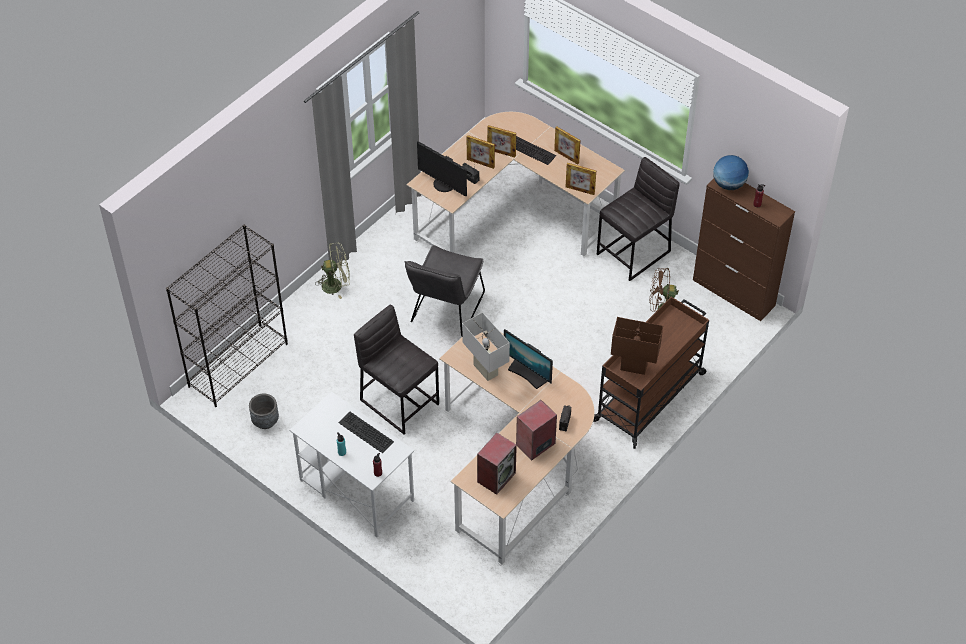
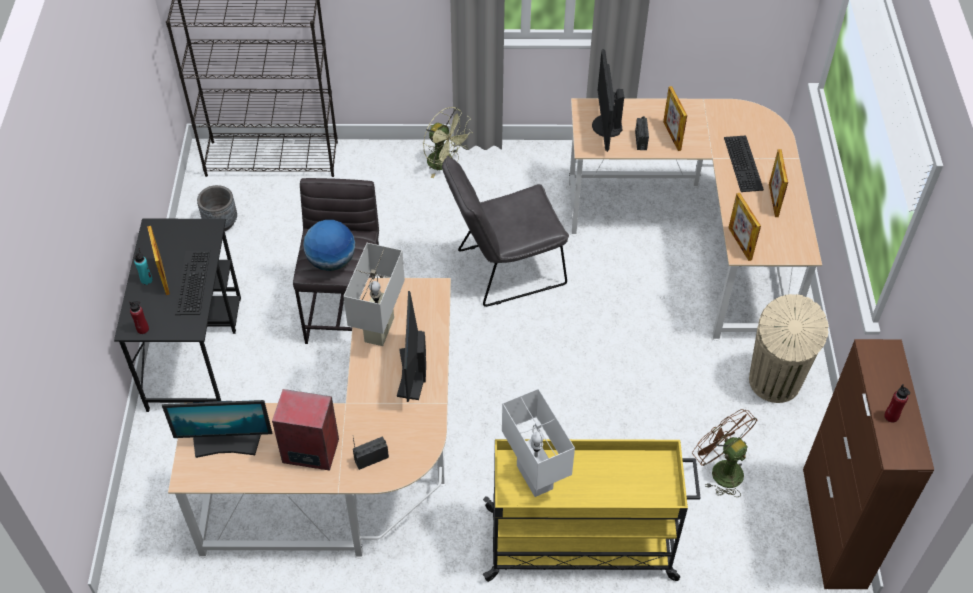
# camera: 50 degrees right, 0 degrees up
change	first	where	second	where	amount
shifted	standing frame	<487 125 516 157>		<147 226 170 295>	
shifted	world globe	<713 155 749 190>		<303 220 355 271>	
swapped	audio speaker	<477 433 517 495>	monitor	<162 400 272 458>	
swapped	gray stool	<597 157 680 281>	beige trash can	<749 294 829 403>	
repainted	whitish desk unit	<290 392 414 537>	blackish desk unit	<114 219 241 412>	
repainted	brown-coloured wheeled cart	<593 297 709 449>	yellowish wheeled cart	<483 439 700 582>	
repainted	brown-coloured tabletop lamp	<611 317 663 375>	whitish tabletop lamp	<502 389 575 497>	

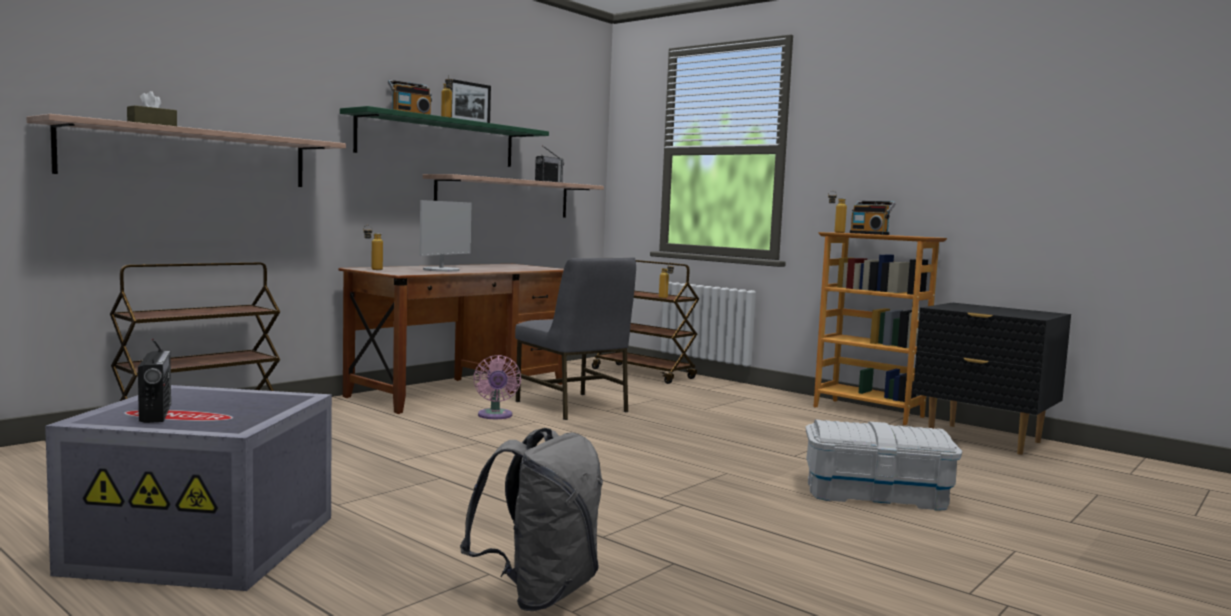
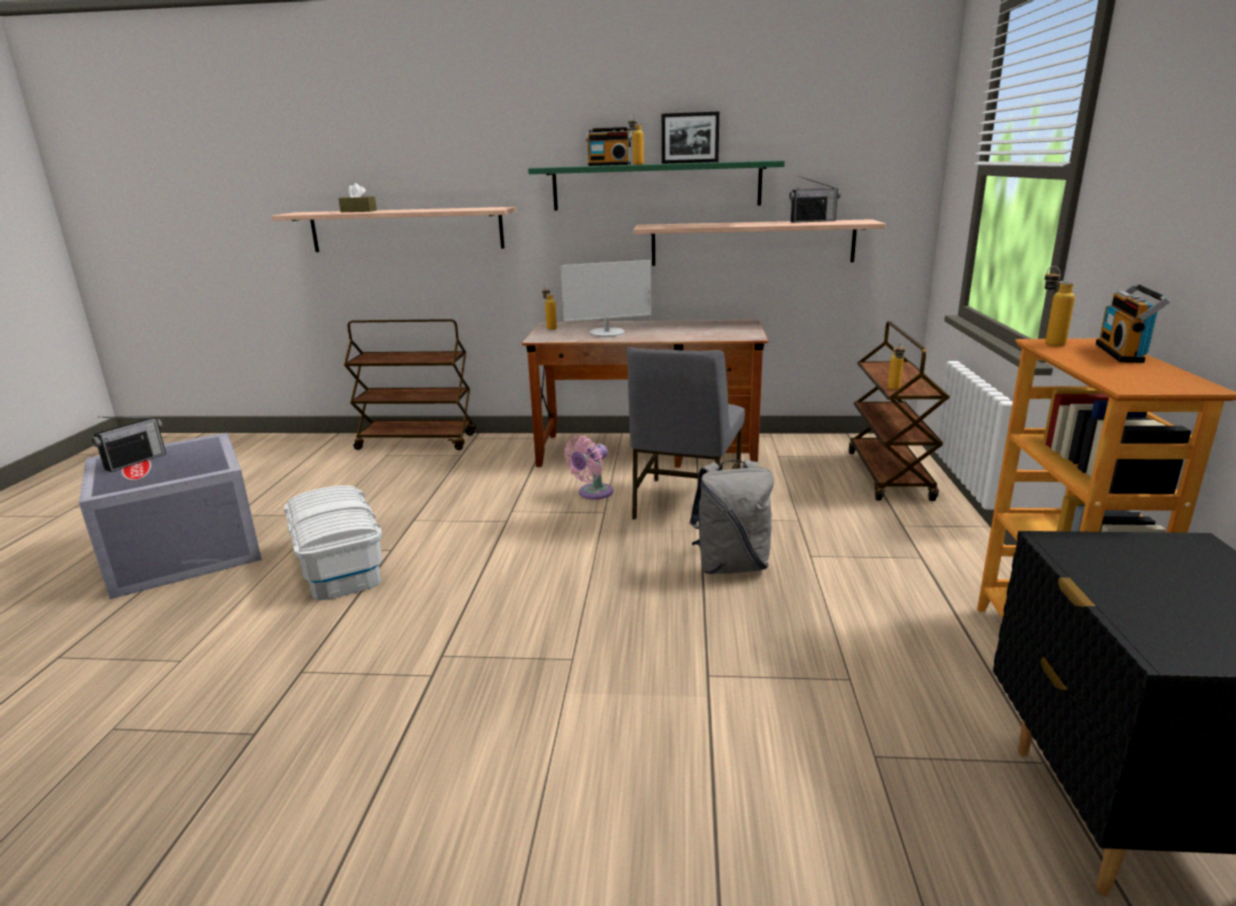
# camera: 55 degrees right, 15 degrees up
change	first	where	second	where	amount
shifted	gray backpack	<460 428 603 611>		<689 459 774 574>	
shifted	whitish storage bin	<806 419 963 511>		<284 485 382 600>	

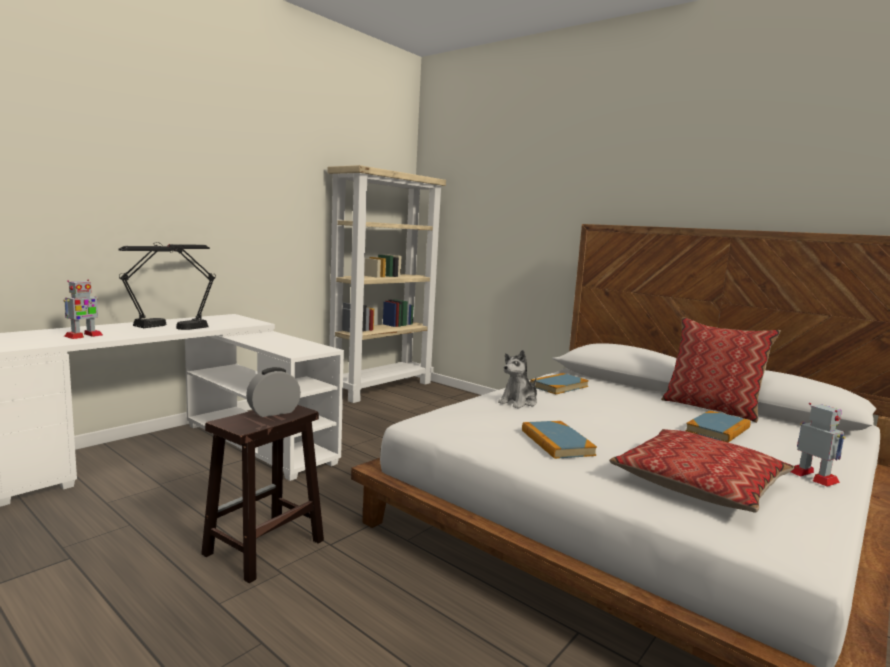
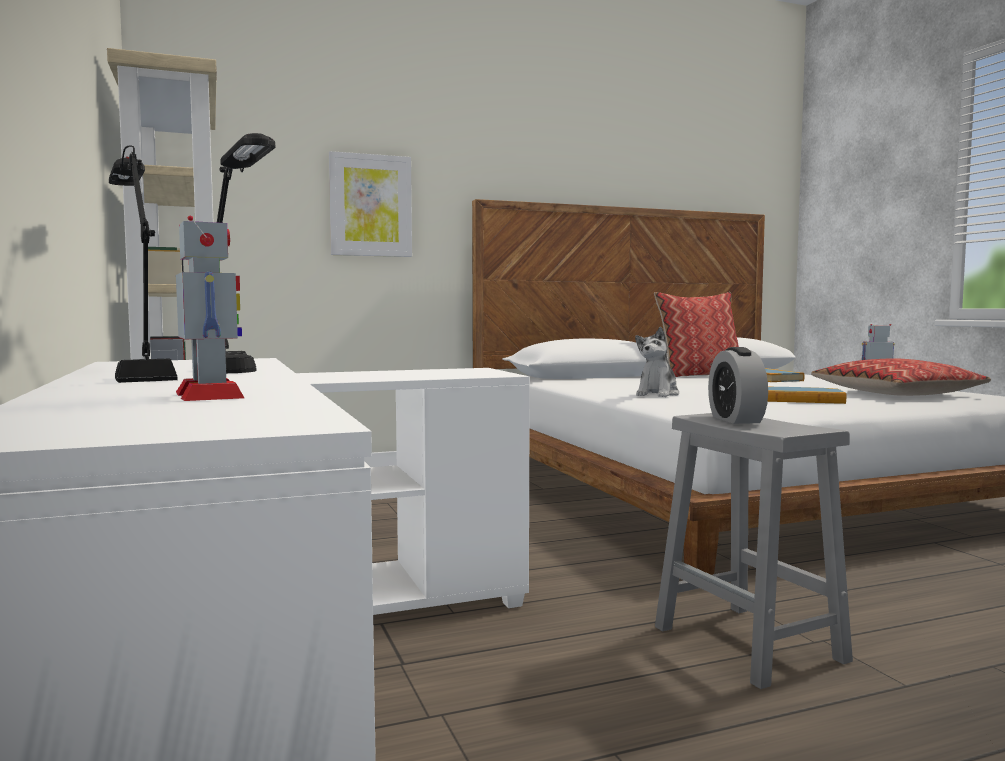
# camera: 60 degrees left, 5 degrees down
change	first	where	second	where	amount
gone	book	<530 373 589 394>			
new			wall picture	<329 151 412 257>	
repainted	brown-coloured stool	<201 405 324 583>	gray stool	<655 413 853 689>	
rotated	soft toy	<498 350 537 409>		<635 327 679 397>	45 degrees clockwise

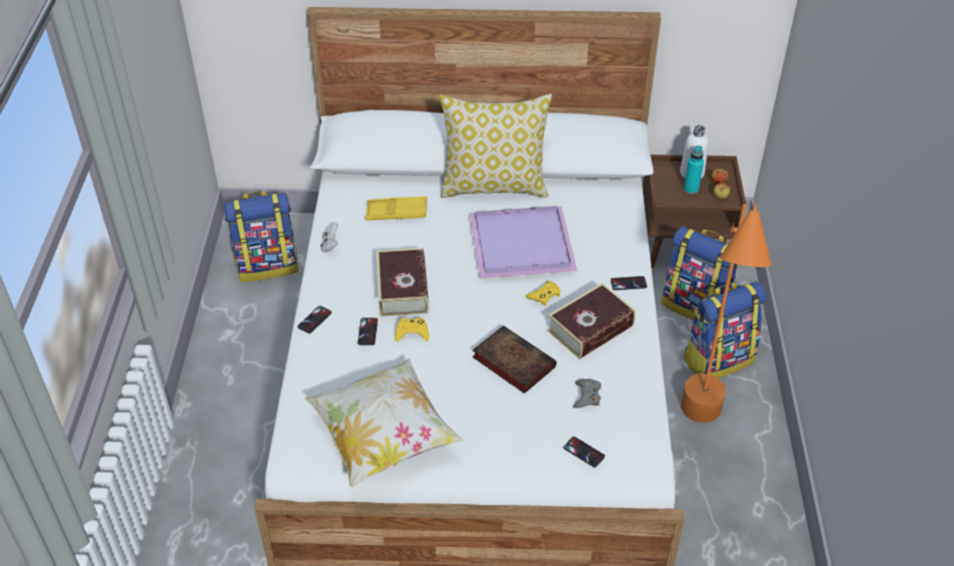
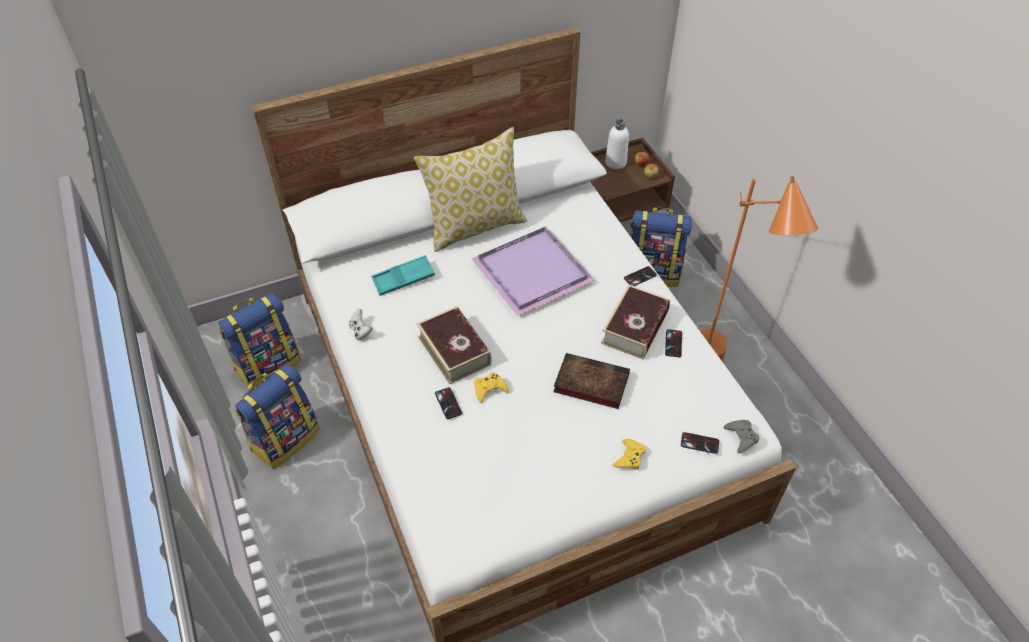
# camera: 25 degrees left, 5 degrees up
change	first	where	second	where	amount
gone	cushion	<304 358 463 487>			
gone	turquoise-coloured beverage bottle	<684 146 704 194>			
shifted	phone	<297 306 332 334>		<665 329 682 357>	
shifted	yellowish gamepad	<526 281 561 306>		<613 439 646 470>	
shifted	gray gamepad	<573 379 601 408>		<724 420 759 453>	
shifted	backpack	<684 281 766 378>		<235 364 319 469>	
repainted	yellowish tray	<366 196 427 220>	turquoise-coloured tray	<371 255 435 296>	

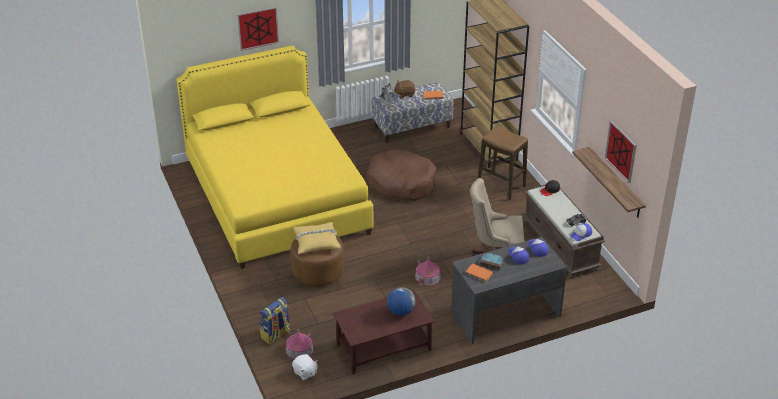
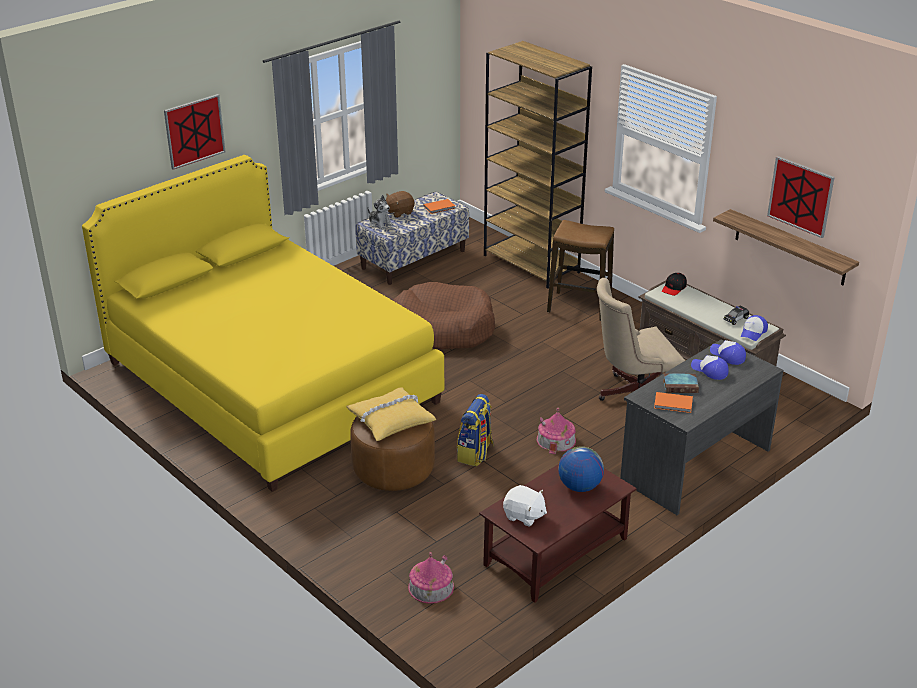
# camera: 20 degrees left, 5 degrees down
change	first	where	second	where	amount
shifted	backpack	<260 297 291 345>		<457 394 494 467>	
shifted	whitish soft toy	<292 354 318 380>		<503 485 547 527>	

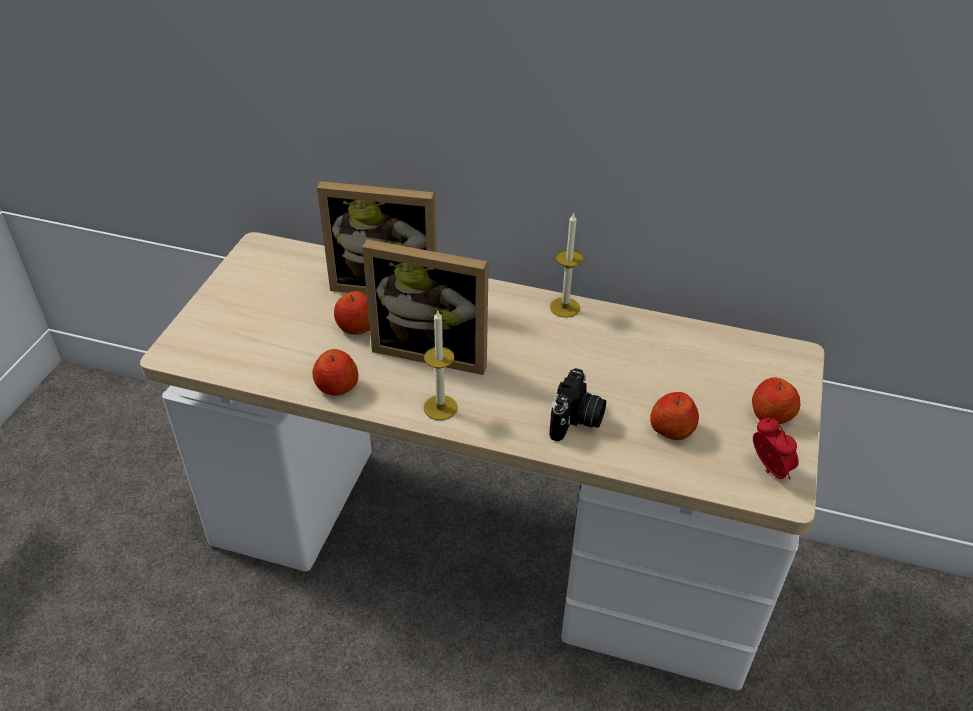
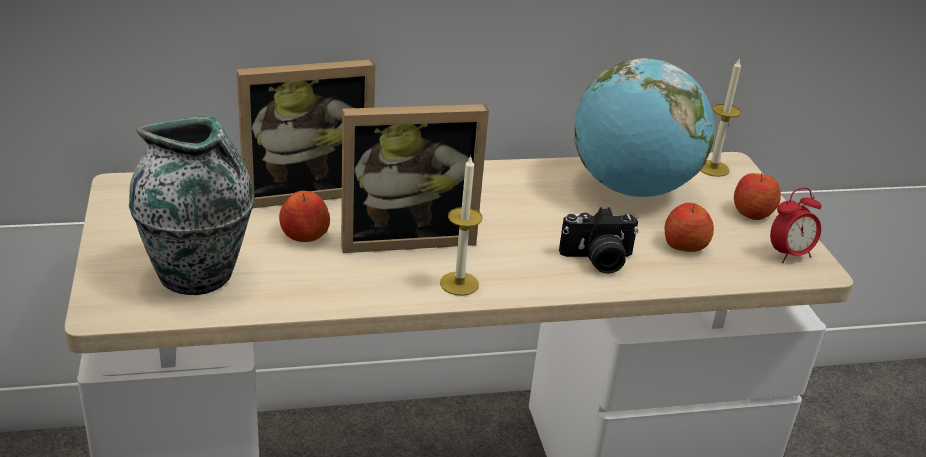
# camera: 30 degrees left, 10 degrees down
change	first	where	second	where	amount
gone	apple fruit	<312 349 358 396>			
new			decorative vase	<129 116 254 295>	
new			world globe	<574 58 714 197>	
shifted	wax light	<550 212 583 318>		<700 59 741 177>	
rotated	still camera	<549 368 606 442>		<559 207 639 274>	90 degrees clockwise
rotated	table clock	<753 418 799 479>		<770 188 821 263>	120 degrees clockwise

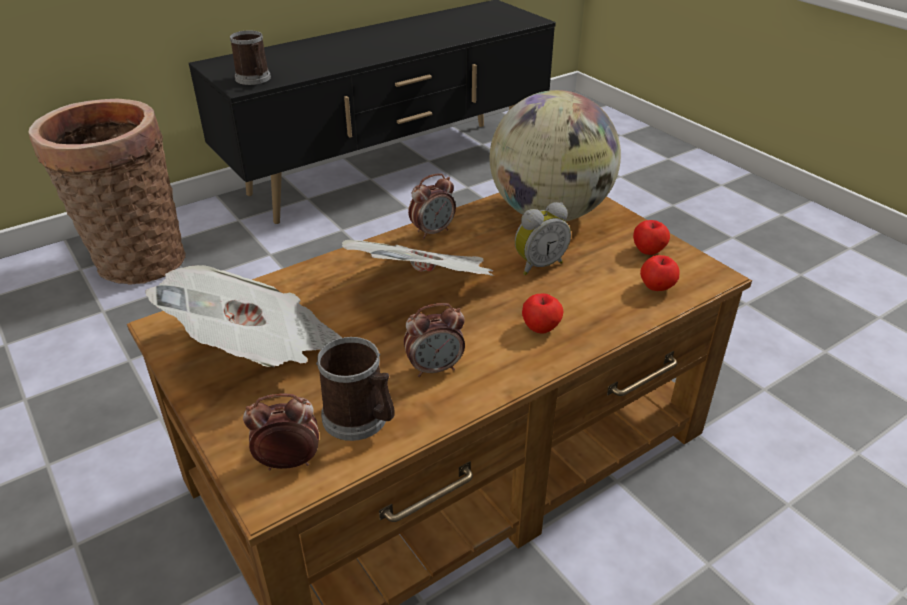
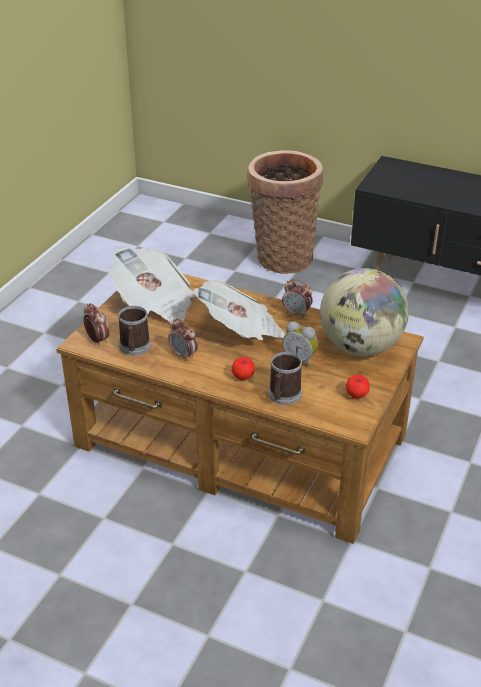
# camera: 60 degrees right, 0 degrees up
change	first	where	second	where	amount
gone	apple fruit	<640 255 680 291>			
shifted	mug	<230 30 271 85>		<268 352 302 405>	

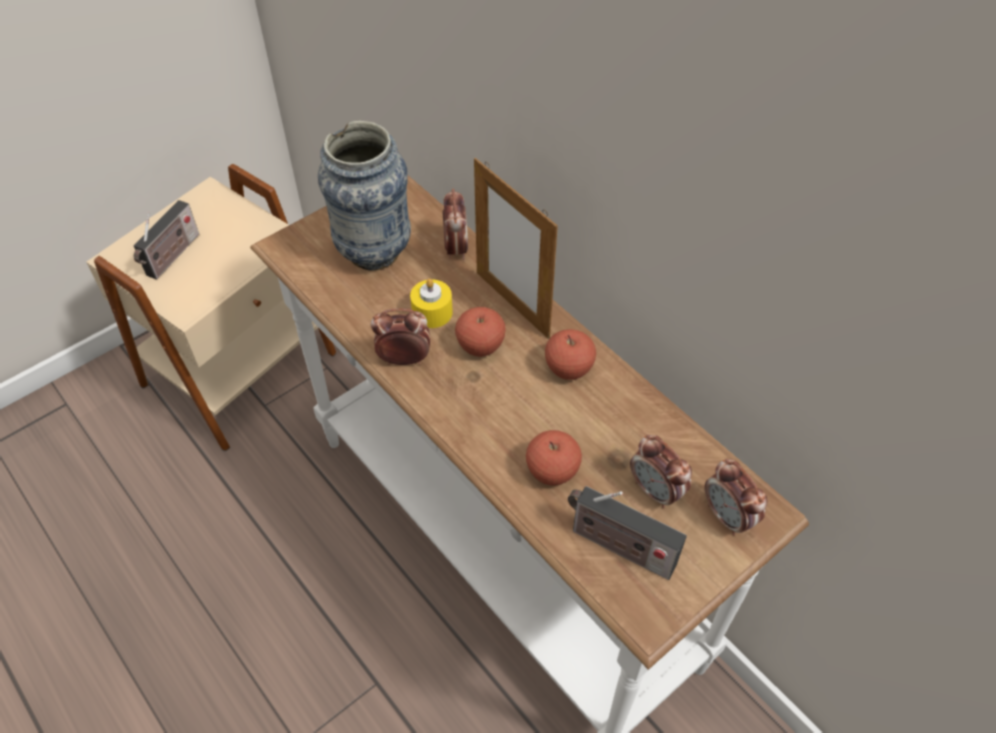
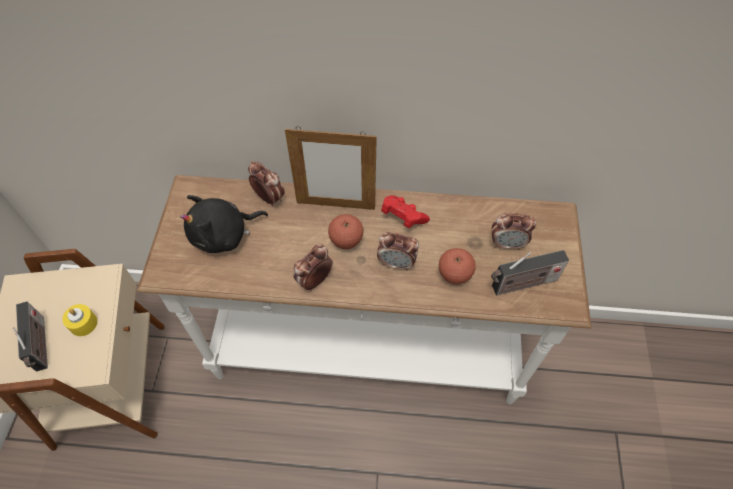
# camera: 45 degrees left, 5 degrees up
change	first	where	second	where	amount
shifted	yellowish wax light	<410 279 453 328>		<62 304 97 336>	
shifted	table clock	<705 458 768 536>		<377 232 419 271>	
swapped	decorative vase	<318 121 411 271>	blackish soft toy	<180 195 268 253>	
swapped	apple fruit	<545 329 596 380>	red gamepad	<381 195 430 228>	

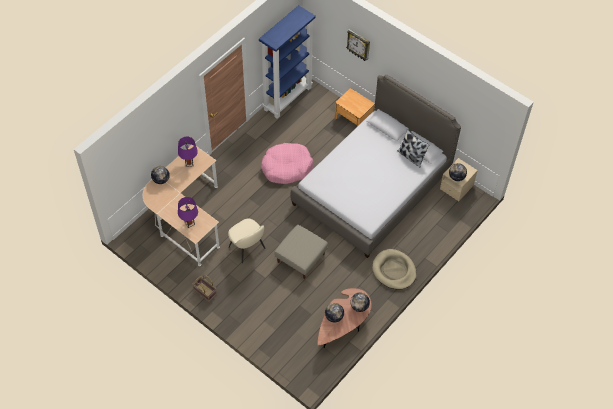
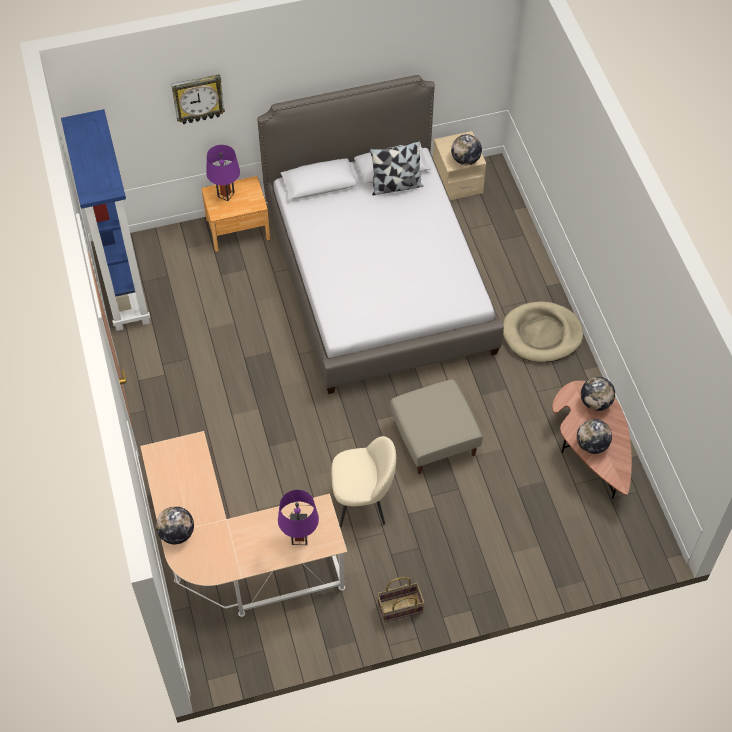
# camera: 55 degrees left, 0 degrees up
change	first	where	second	where	amount
gone	pink pet bed	<261 143 314 184>			
shifted	purple-coloured tabletop lamp	<178 137 198 167>		<206 145 240 201>	

